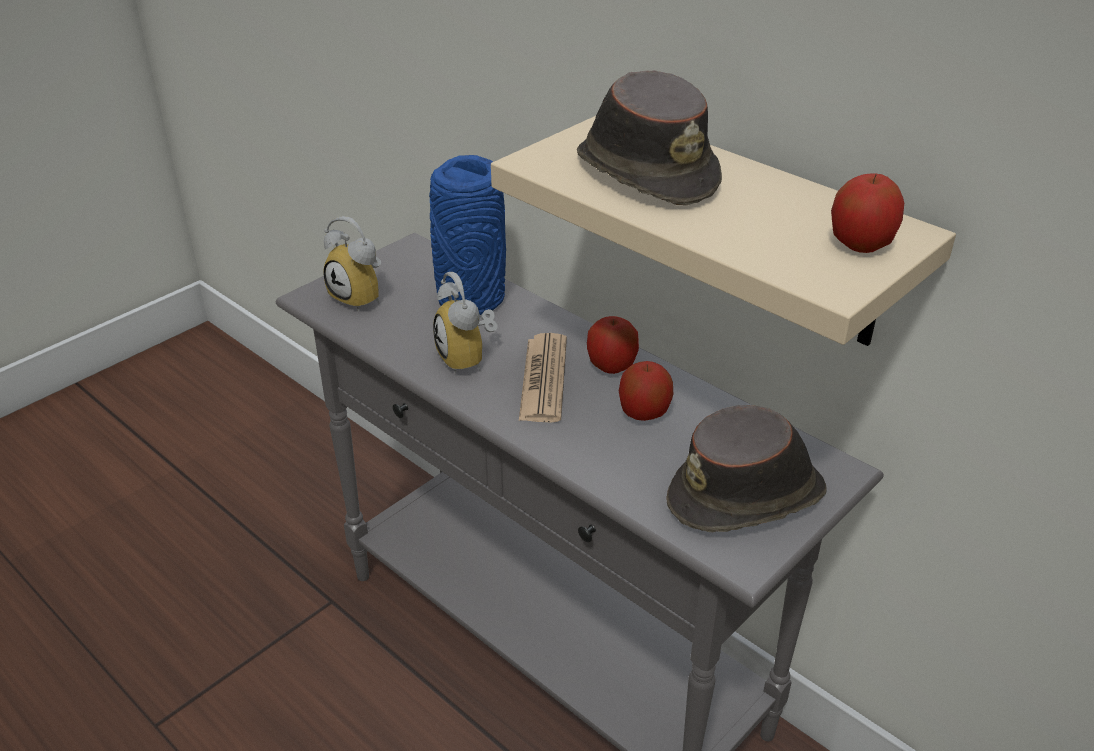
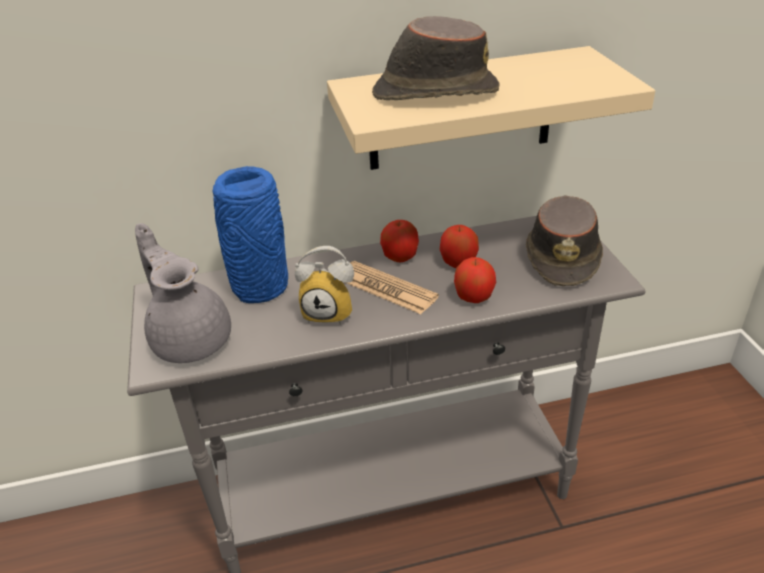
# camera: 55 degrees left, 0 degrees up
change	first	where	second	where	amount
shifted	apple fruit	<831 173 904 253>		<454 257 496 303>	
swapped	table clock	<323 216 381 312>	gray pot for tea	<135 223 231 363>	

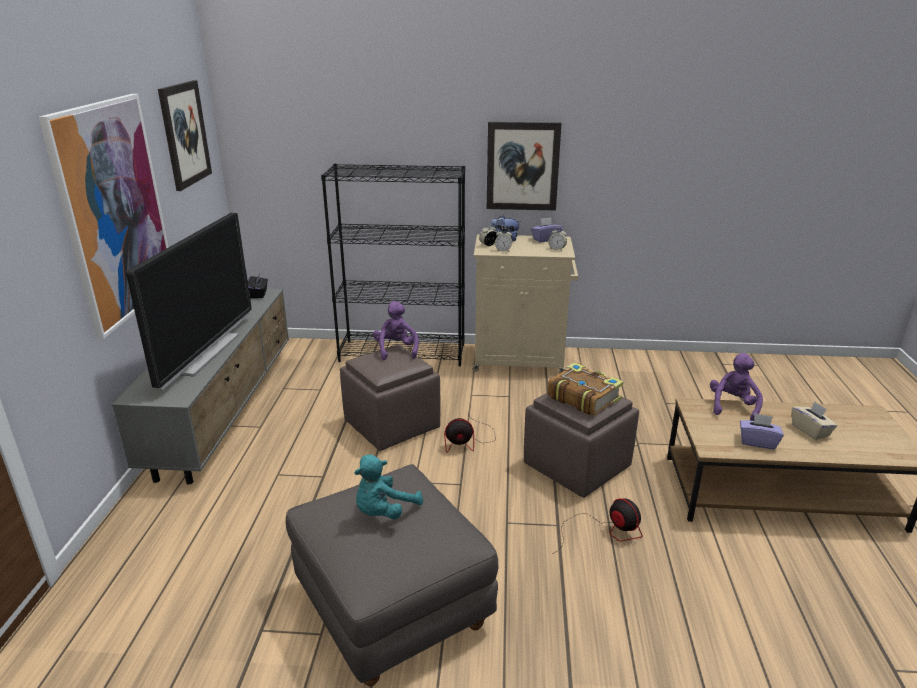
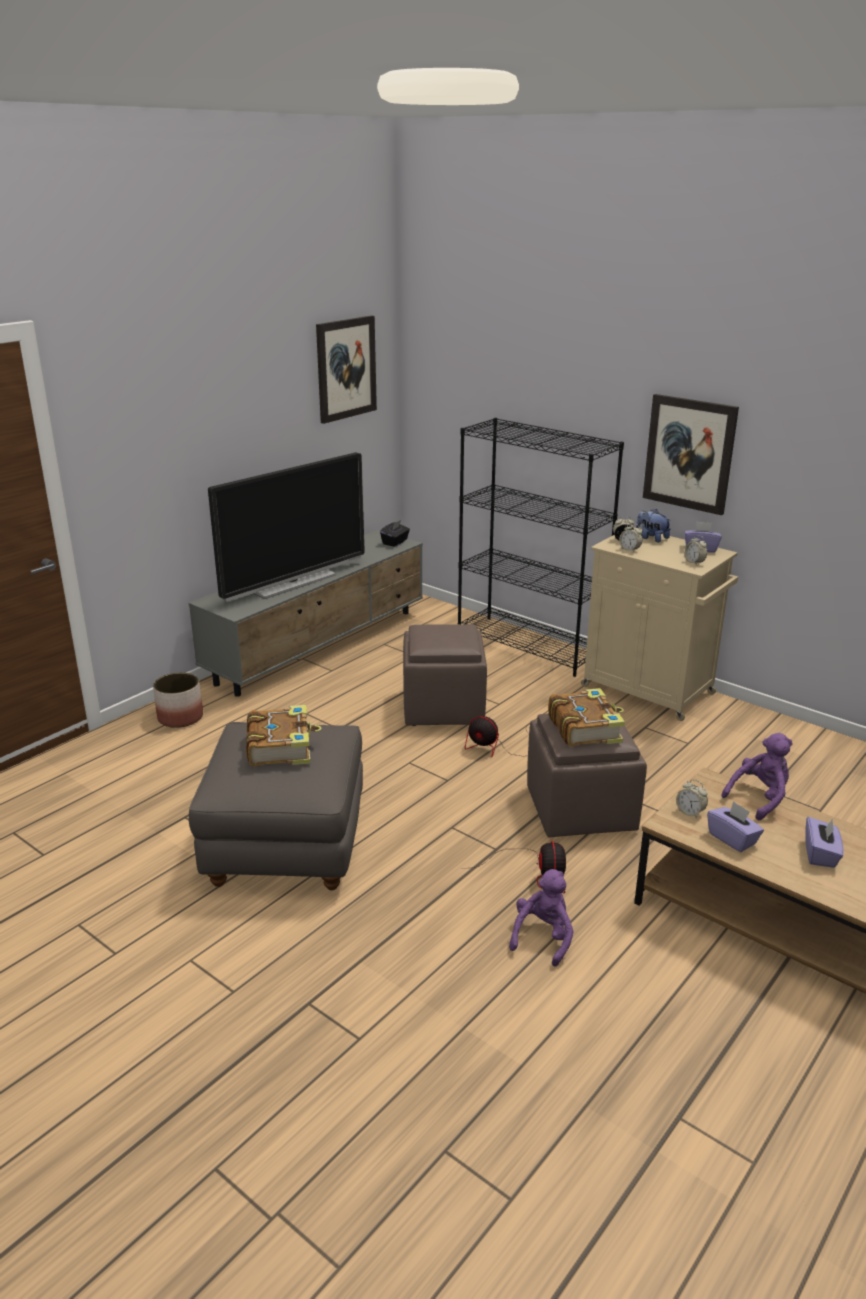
# camera: 35 degrees right, 0 degrees up
change	first	where	second	where	amount
gone	wall picture	<38 94 168 339>			
new			planter	<153 673 203 728>	
new			table clock	<676 779 708 819>	
shifted	purple-coloured soft toy	<373 301 419 360>		<509 869 574 967>	
swapped	turquoise-coloured soft toy	<354 455 423 519>	book	<246 705 322 767>	
repainted	beige box of tissues	<792 402 837 440>	purple-coloured box of tissues	<805 817 844 868>	

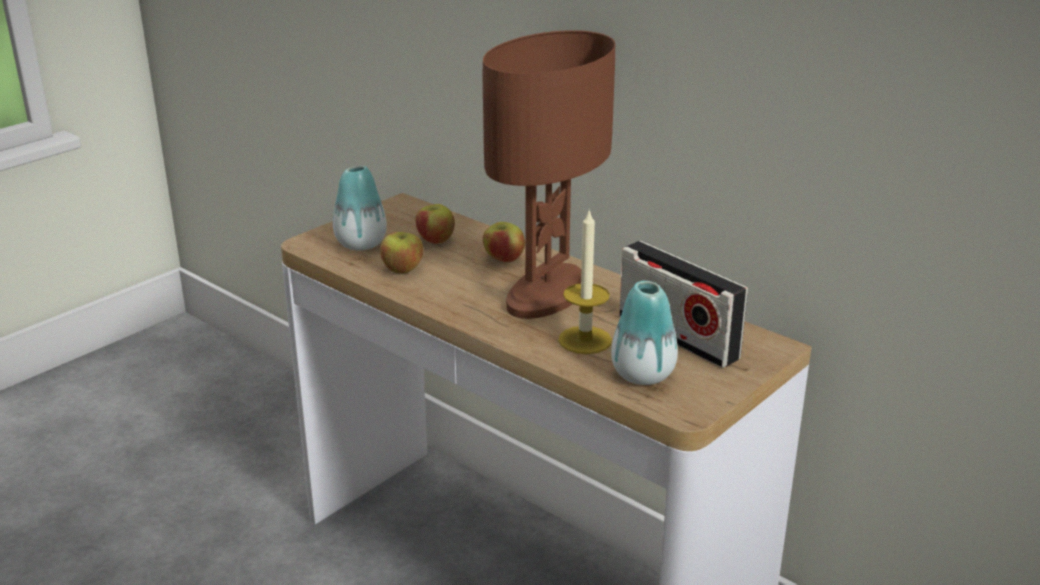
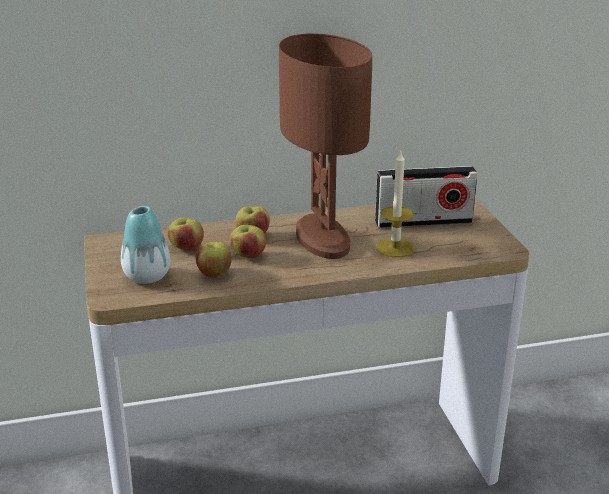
# camera: 55 degrees left, 0 degrees up
change	first	where	second	where	amount
gone	decorative vase	<611 281 678 385>			
new			apple fruit	<230 225 266 258>	

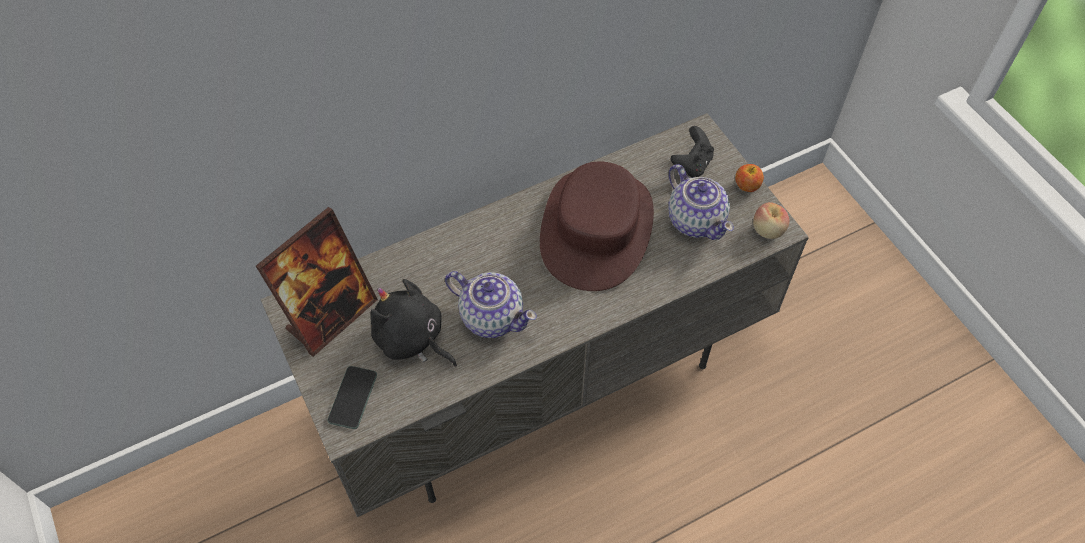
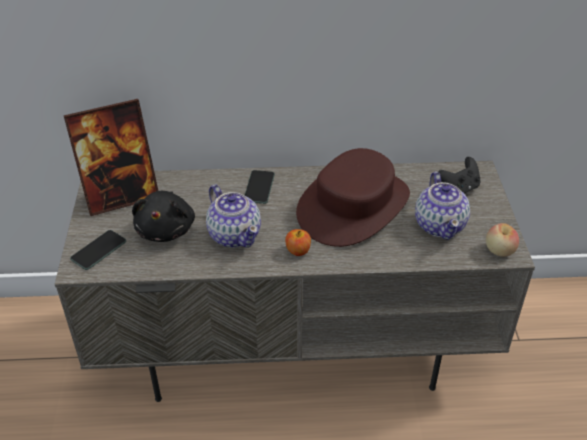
# camera: 25 degrees right, 15 degrees down
change	first	where	second	where	amount
new			phone	<245 170 275 204>	
shifted	apple fruit	<735 164 764 192>		<285 229 311 256>	
rotated	blackish soft toy	<371 279 457 367>		<132 191 195 242>	150 degrees counterclockwise

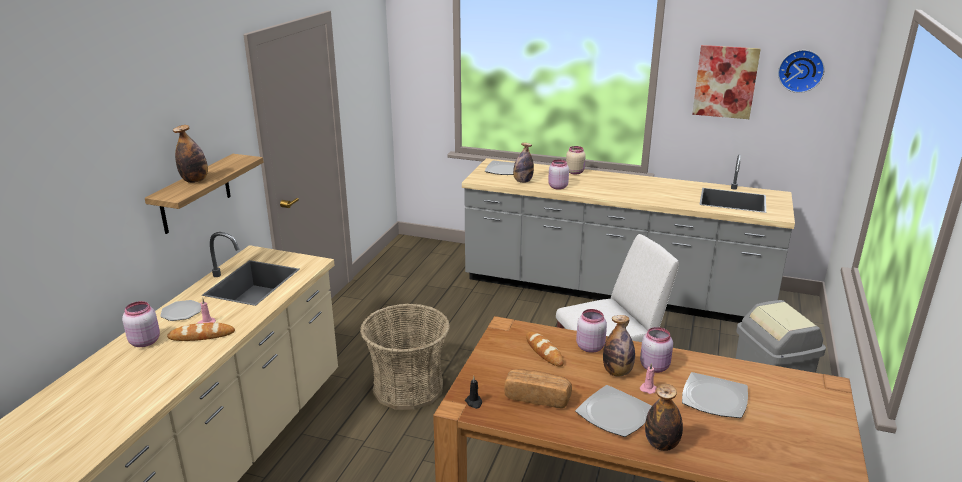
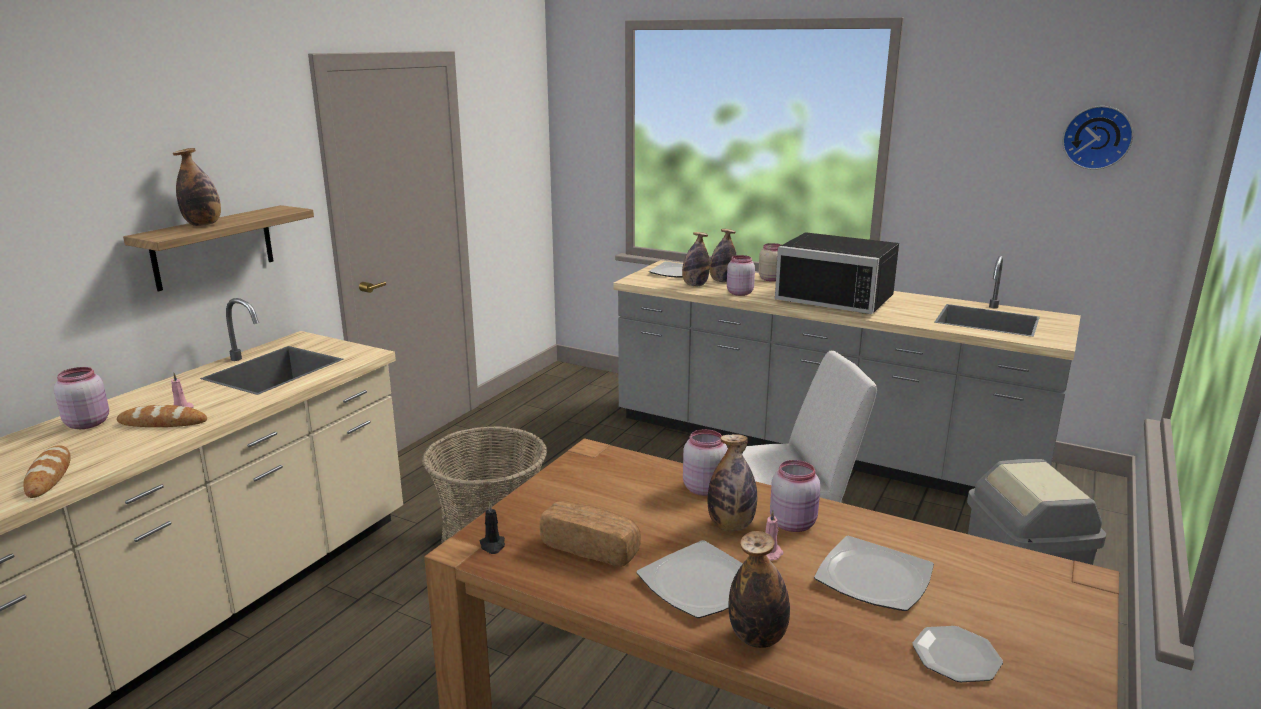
# camera: 10 degrees right, 5 degrees down
change	first	where	second	where	amount
gone	wall picture	<692 45 761 119>			
new			beverage bottle	<710 229 737 282>	
new			blackish microwave	<775 232 899 314>	
shifted	plate	<160 300 201 321>		<912 626 1003 682>	
shifted	baked bread	<526 332 564 367>		<24 445 71 498>	

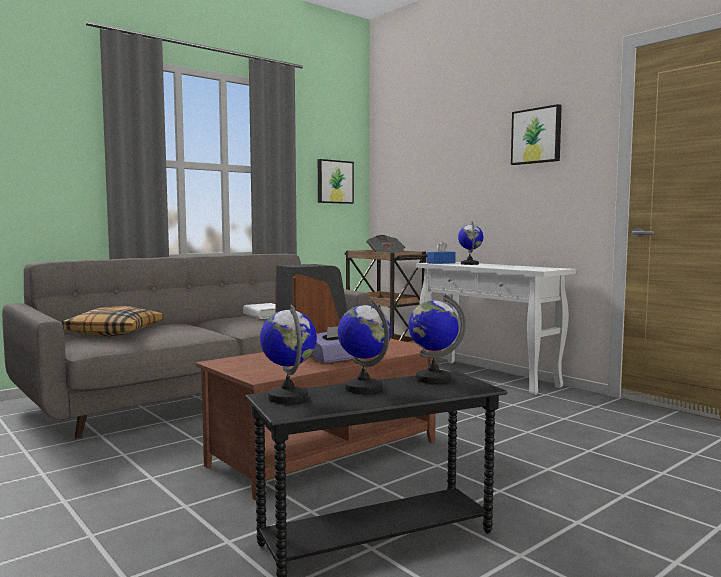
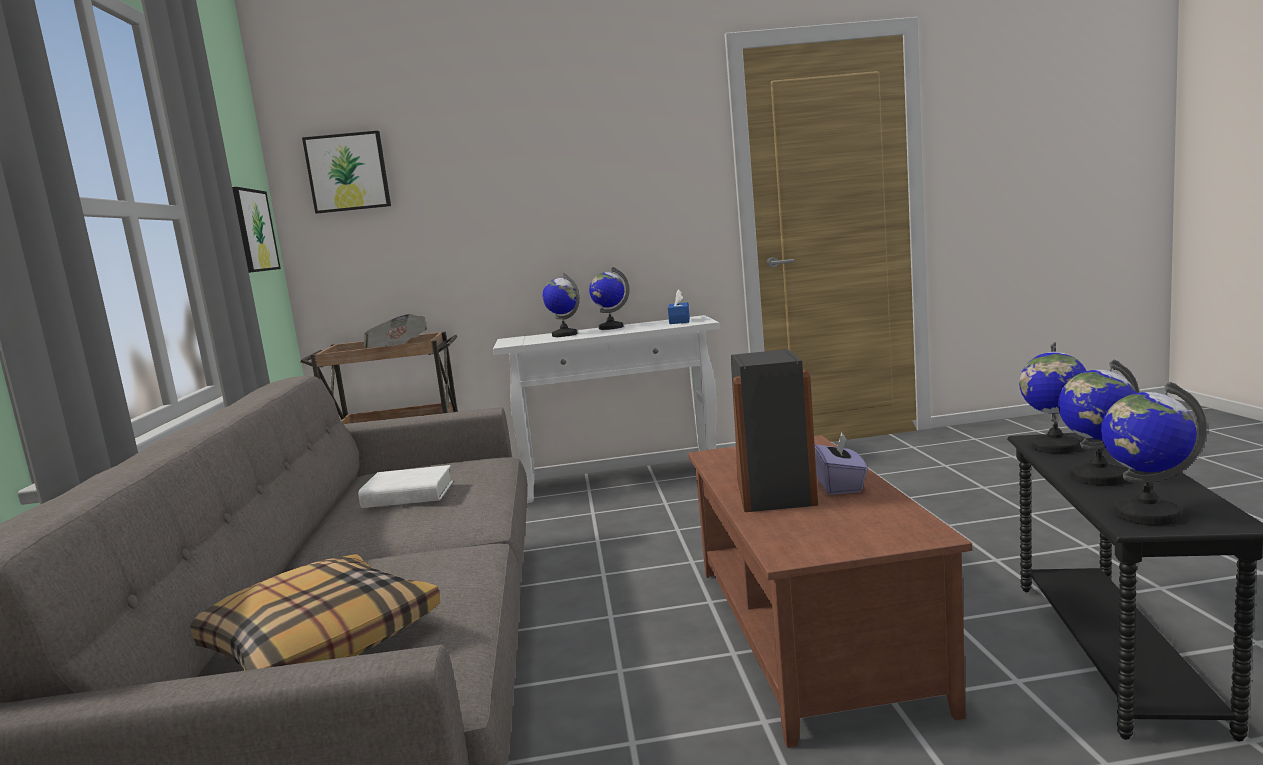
# camera: 55 degrees left, 5 degrees up
change	first	where	second	where	amount
new			world globe	<589 267 630 330>	
shifted	blue box of tissues	<427 241 456 264>		<668 289 690 324>	
shifted	wall picture	<511 104 562 165>		<302 131 391 213>	

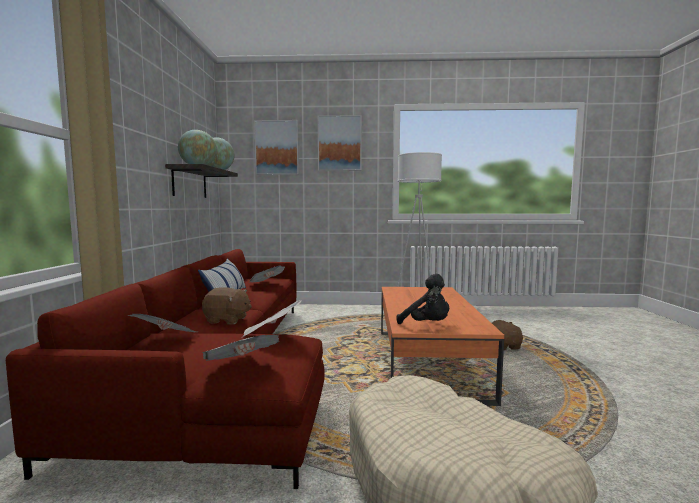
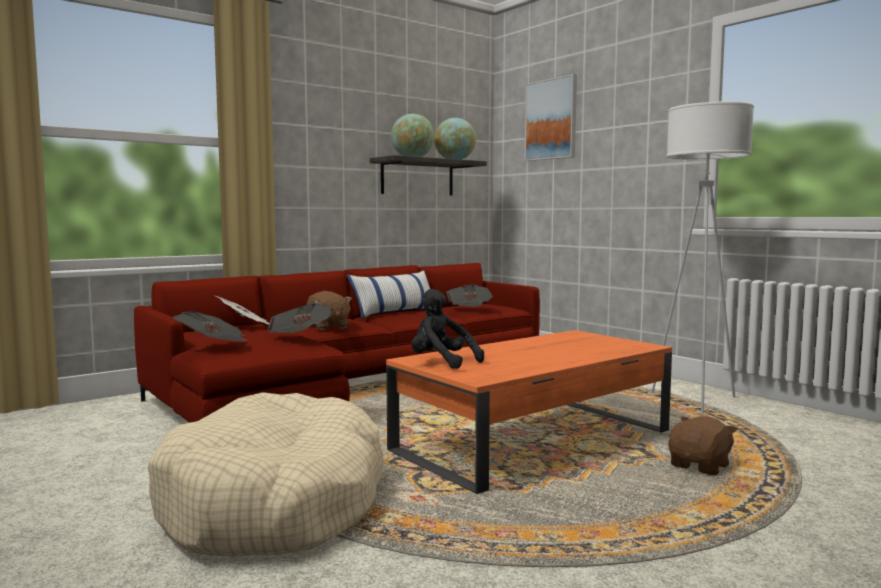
# camera: 50 degrees right, 0 degrees up
change	first	where	second	where	amount
gone	wall picture	<318 115 362 171>			
rotated	blackish soft toy	<396 274 449 324>		<411 289 484 369>	120 degrees clockwise

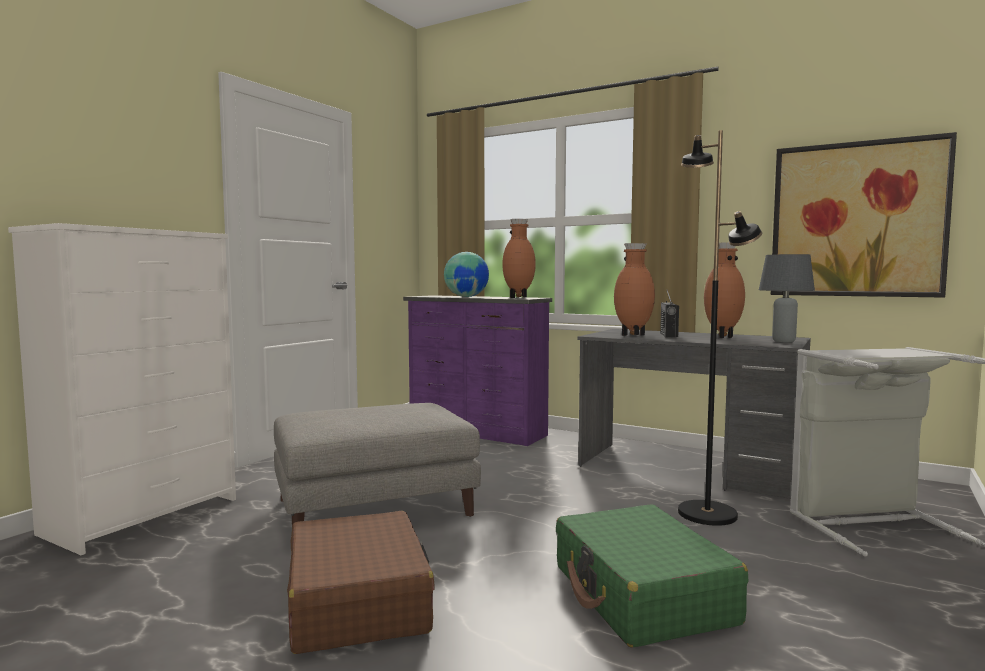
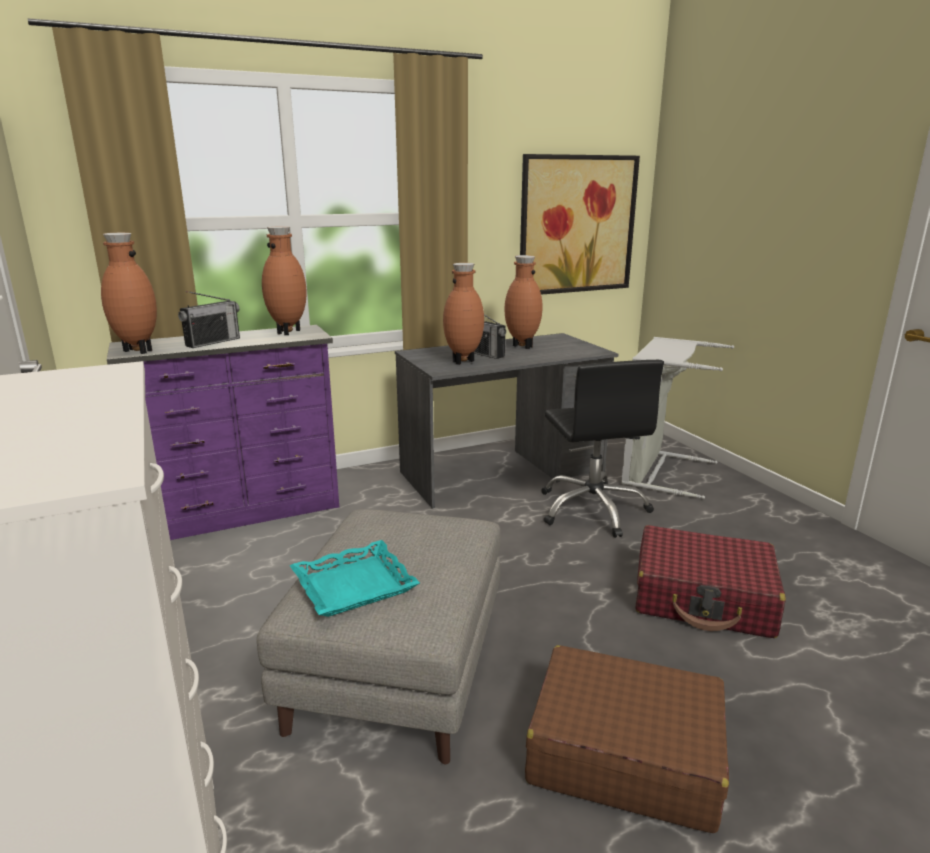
# camera: 55 degrees left, 15 degrees up
change	first	where	second	where	amount
gone	gray tabletop lamp	<759 254 815 343>			
new			brown-coloured decorative vase	<101 233 157 354>	
new			turquoise-coloured tray	<290 540 420 617>	
swapped	world globe	<444 252 489 297>	radio	<178 291 240 348>	
swapped	blackish standing lamp	<678 130 762 526>	blackish desk chair	<541 360 664 538>	
repainted	green-coloured travel case	<556 504 748 647>	red travel case	<635 525 786 638>	

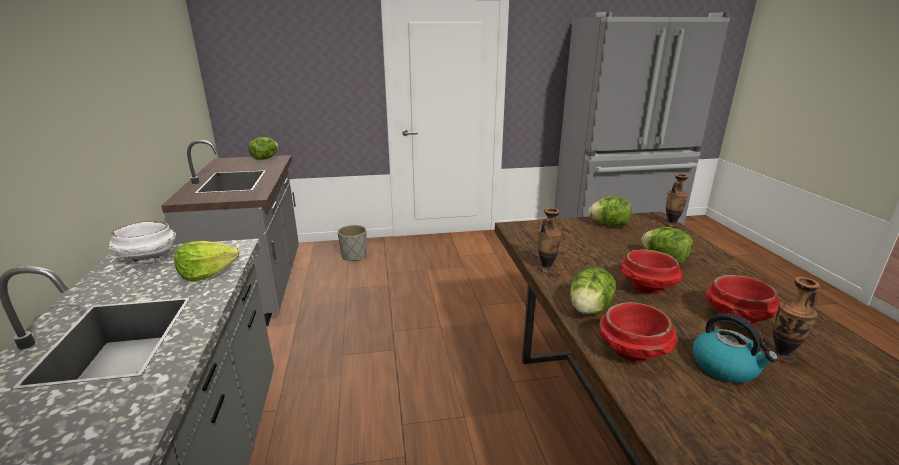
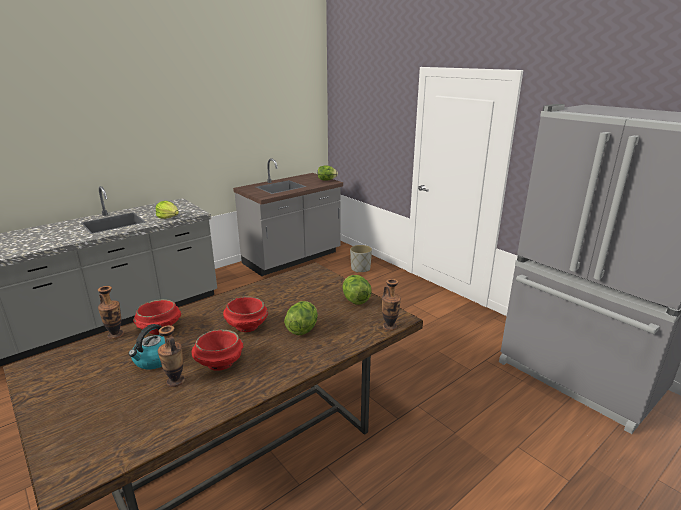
# camera: 60 degrees right, 0 degrees up
change	first	where	second	where	amount
gone	whitish deep dish	<109 221 176 264>			
gone	lettuce	<569 267 616 314>			
shifted	decorative vase	<537 208 562 273>		<98 286 124 339>	

